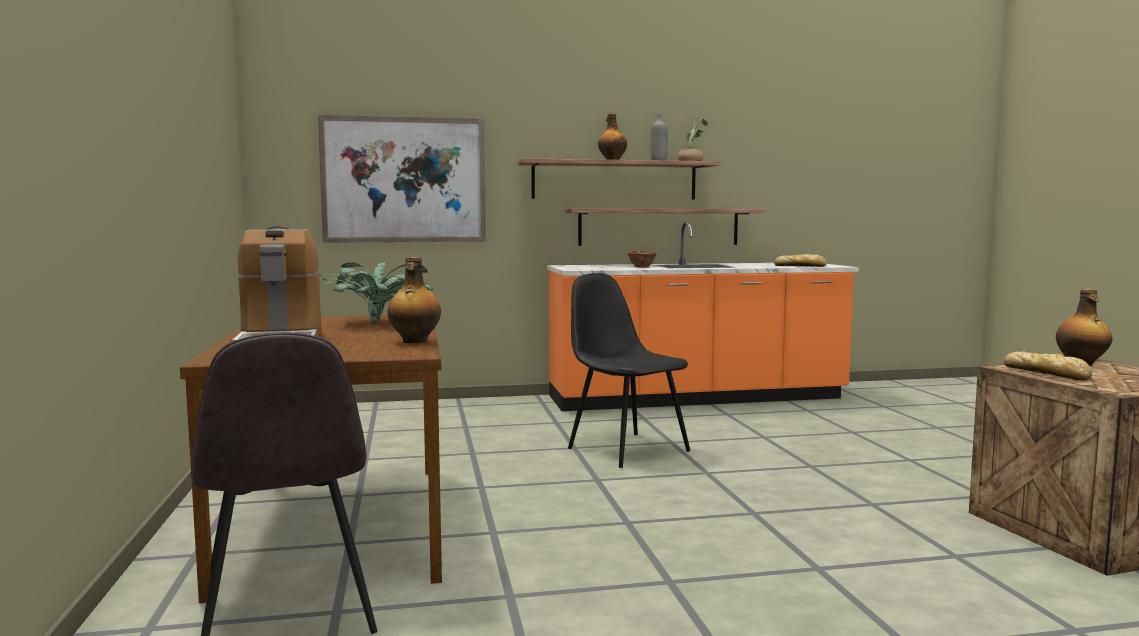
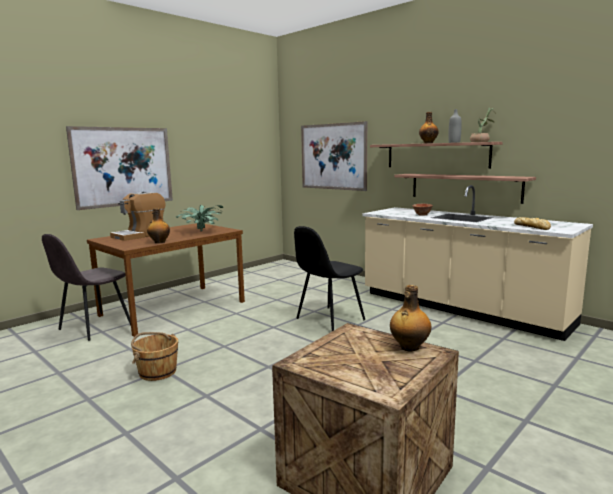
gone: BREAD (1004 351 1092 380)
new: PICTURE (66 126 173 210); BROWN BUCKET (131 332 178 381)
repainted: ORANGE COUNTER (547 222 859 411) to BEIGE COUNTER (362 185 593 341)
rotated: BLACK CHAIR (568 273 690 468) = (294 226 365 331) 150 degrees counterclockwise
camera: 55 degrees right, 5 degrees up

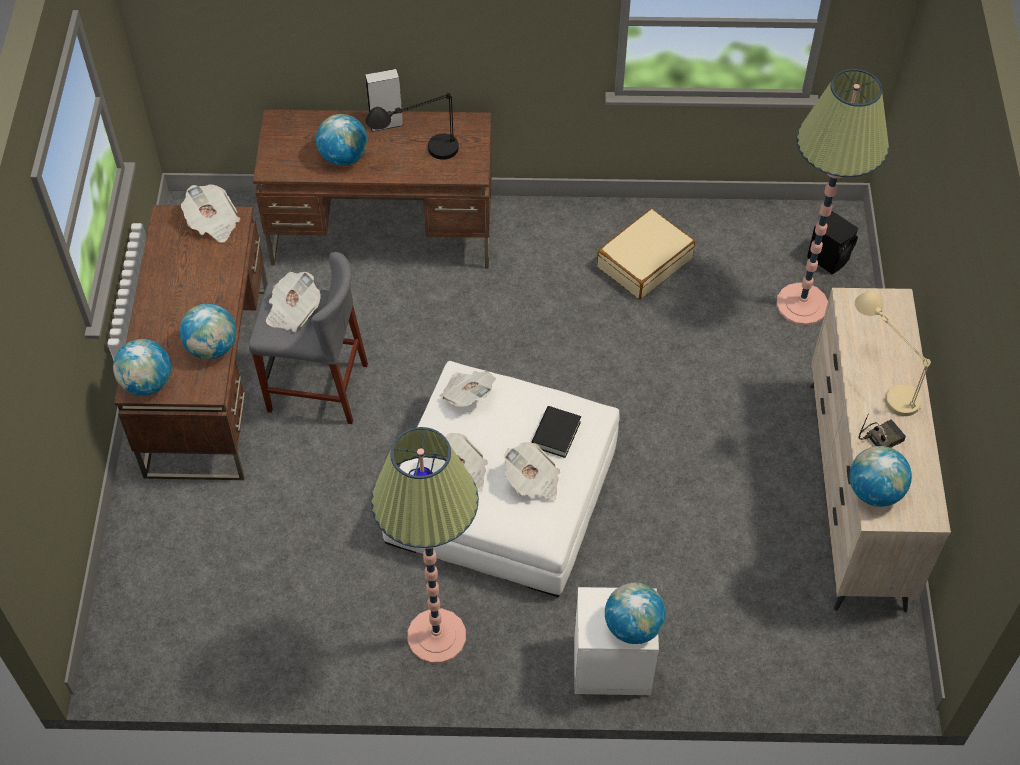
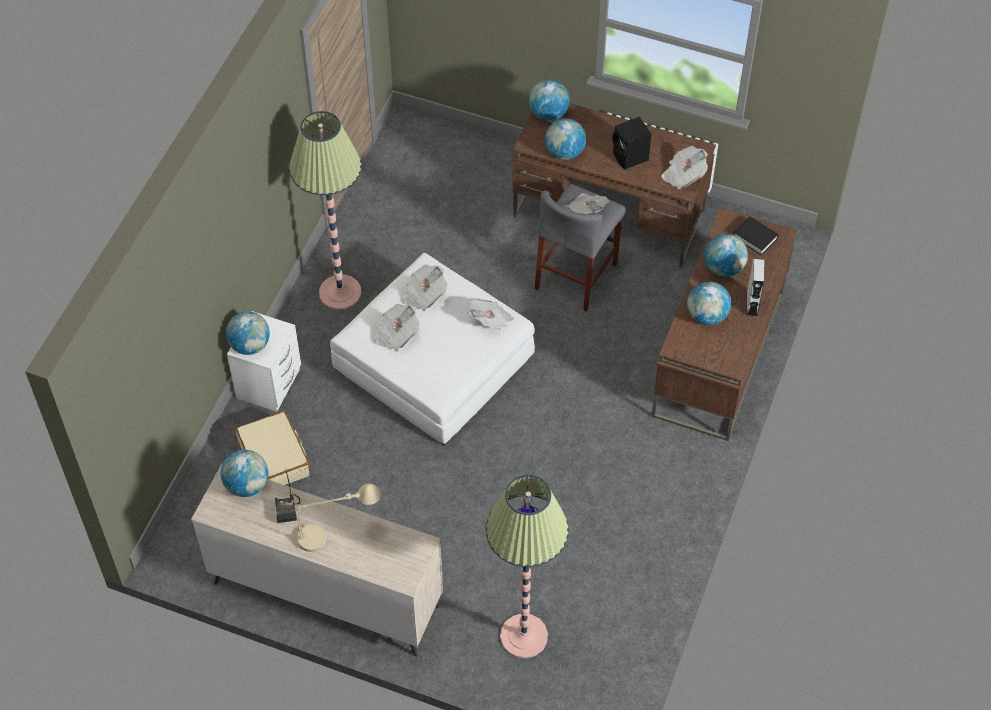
shifted: BLACK BOOK (531 406 581 458) to (734 217 779 255); BEIGE SUITCASE (597 209 695 299) to (235 411 310 485); BLACK SPEAKER (807 211 858 274) to (612 117 651 169)
swapped: BLACK TABLE LAMP (366 93 459 160) to GLOBE (687 281 731 325)
camera: 110 degrees right, 0 degrees up

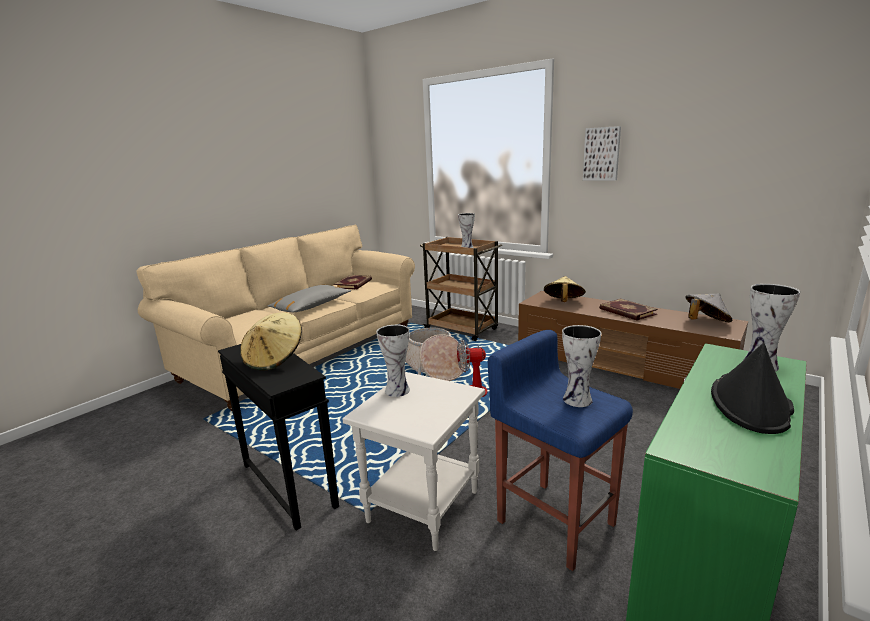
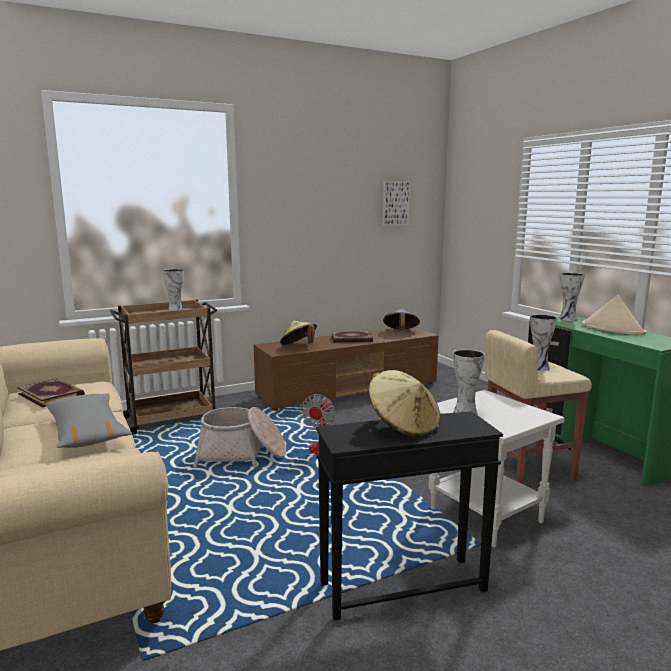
shifted: PICTURE (583 126 621 180) to (382 181 410 226)
repainted: BLUE STOOL (488 330 633 571) to BEIGE STOOL (485 330 592 484); BLACK HAT (711 343 794 434) to BEIGE HAT (582 295 646 335)
camera: 65 degrees left, 5 degrees down

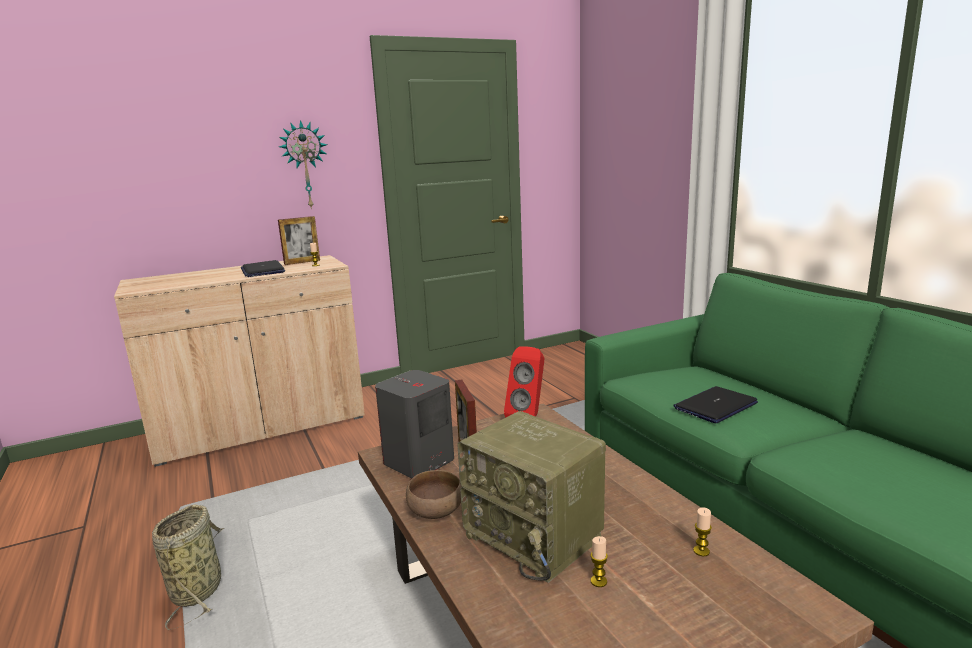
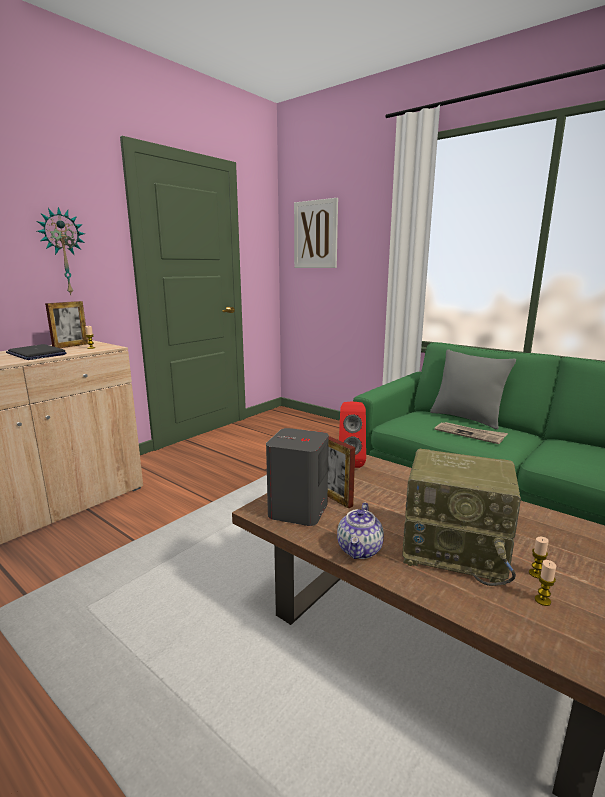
gone: BASKET (152 504 224 630)
new: PICTURE (294 198 338 268); GREY PILLOW (430 349 516 430)
shifted: CANDLE (693 507 712 556) to (535 560 556 606)
swapped: BROWN BOWL (406 470 462 519) to TEAPOT (337 502 384 559); LAPTOP (673 386 758 423) to NEWSPAPER (434 422 508 444)
camera: 25 degrees left, 0 degrees up

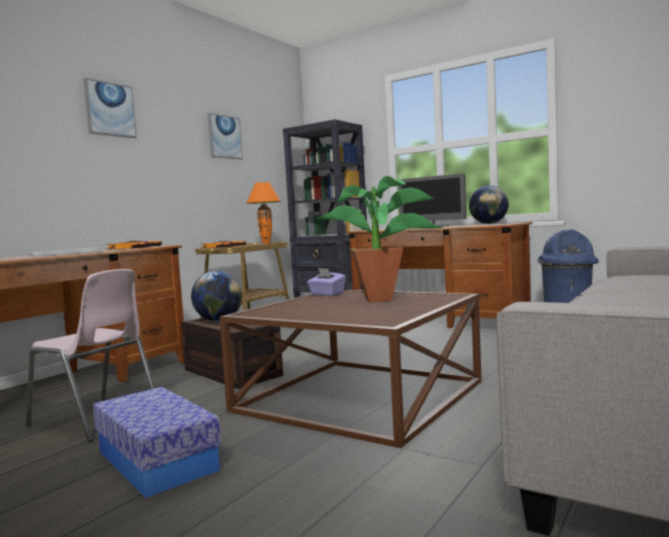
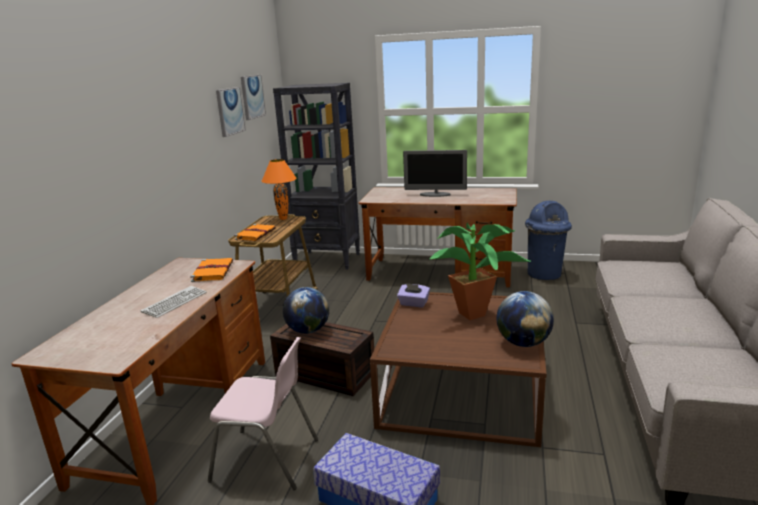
shifted: PICTURE (84 78 137 138) to (241 75 266 120); GLOBE (469 185 509 224) to (497 291 554 347)
camera: 20 degrees left, 15 degrees up

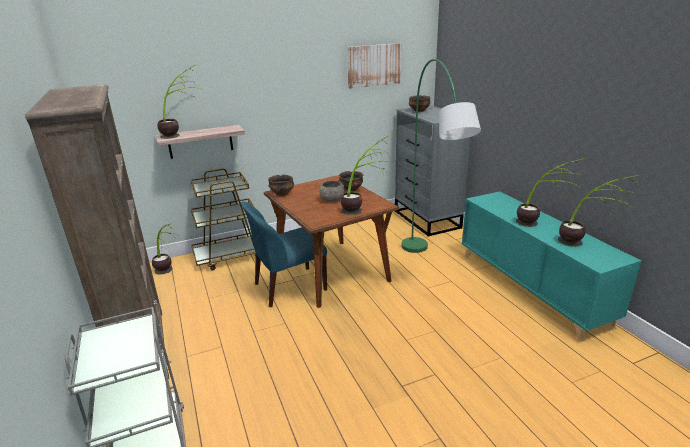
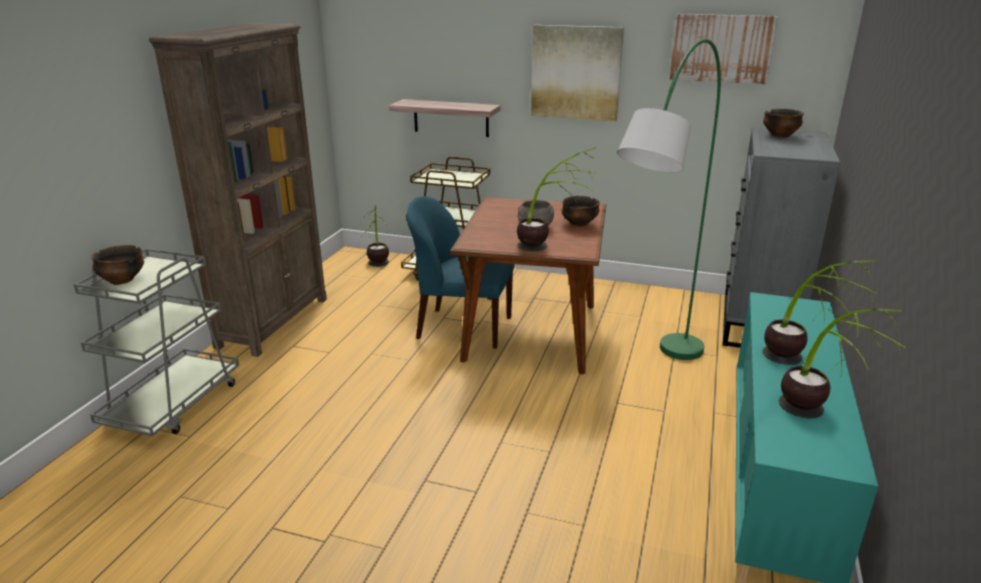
gone: POTTED PLANT (157 65 203 139)
new: PICTURE (531 25 624 121)
shifted: BOWL (268 174 294 196) to (91 245 144 285)
camera: 40 degrees right, 0 degrees up

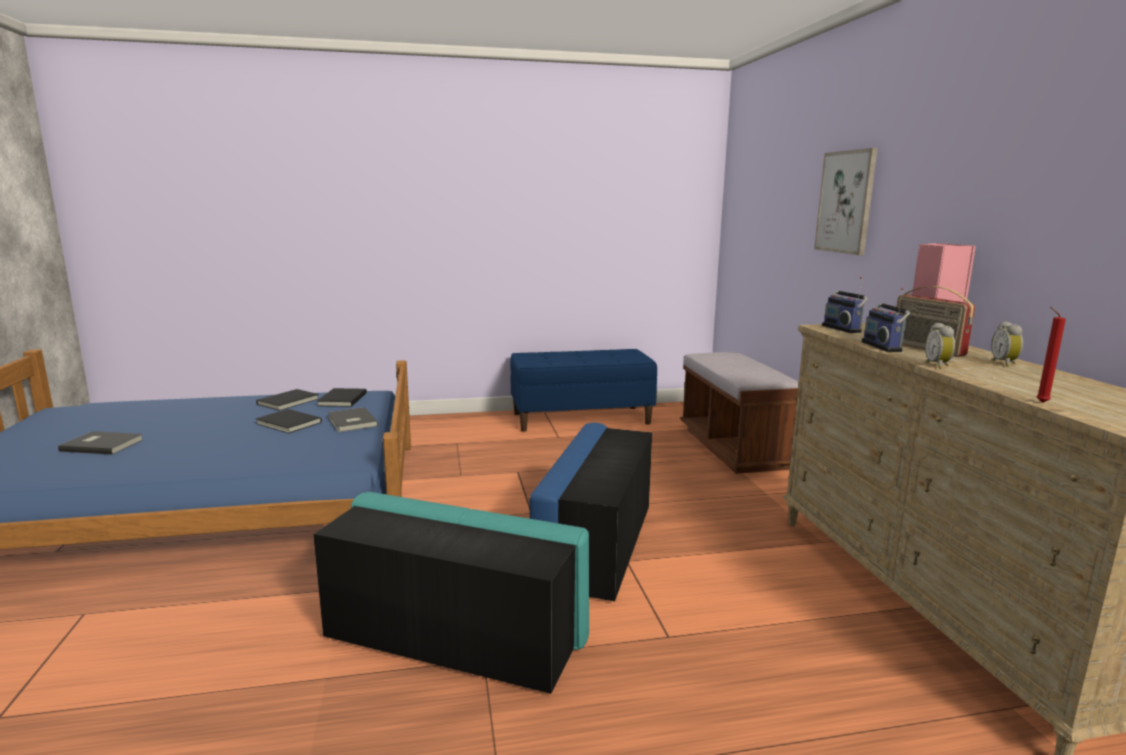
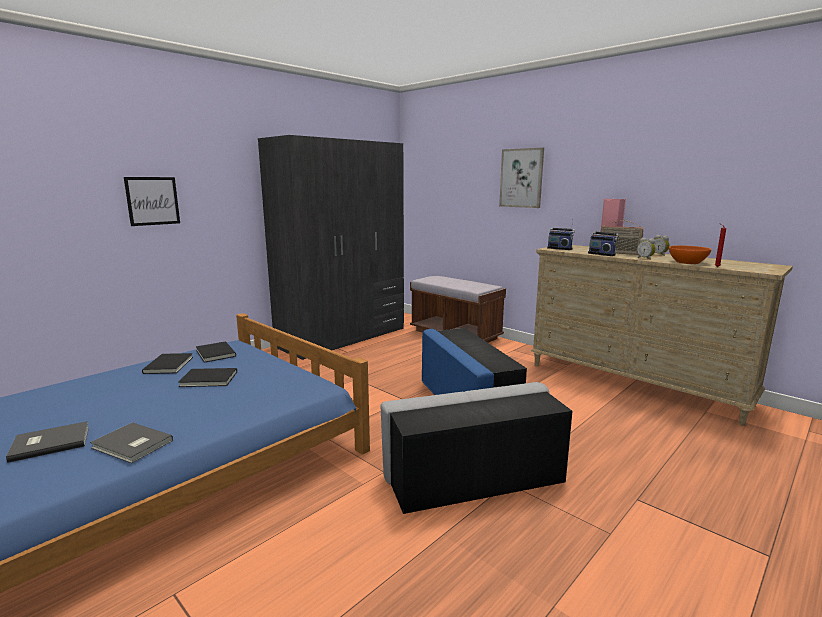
new: PICTURE (124 177 180 226); ORANGE BOWL (669 246 711 264)
shifted: GREY BOOK (328 407 378 432) to (90 422 173 464)
swapped: BLUE BENCH (510 349 657 432) to GREY WARDROBE (258 135 404 360)
repainted: TURQUOISE OTTOMAN (313 492 589 694) to GREY OTTOMAN (380 382 572 514)
camera: 35 degrees left, 0 degrees up

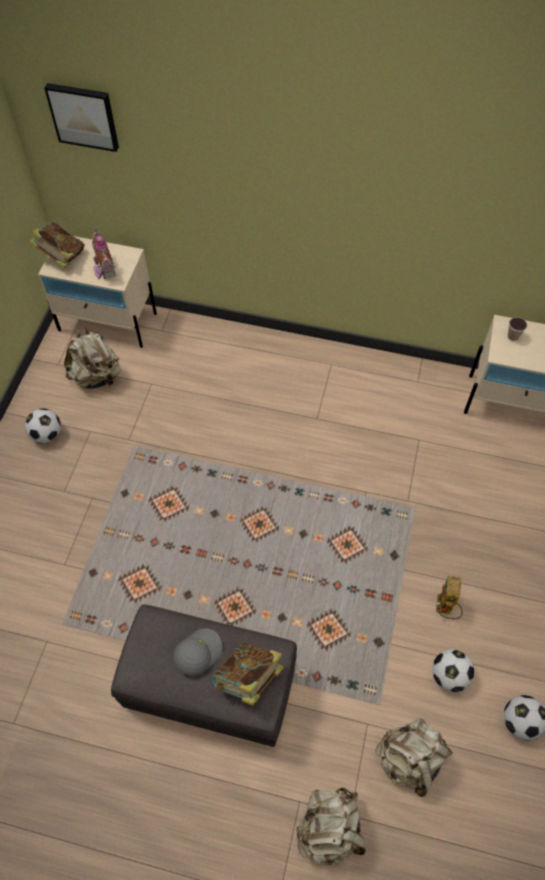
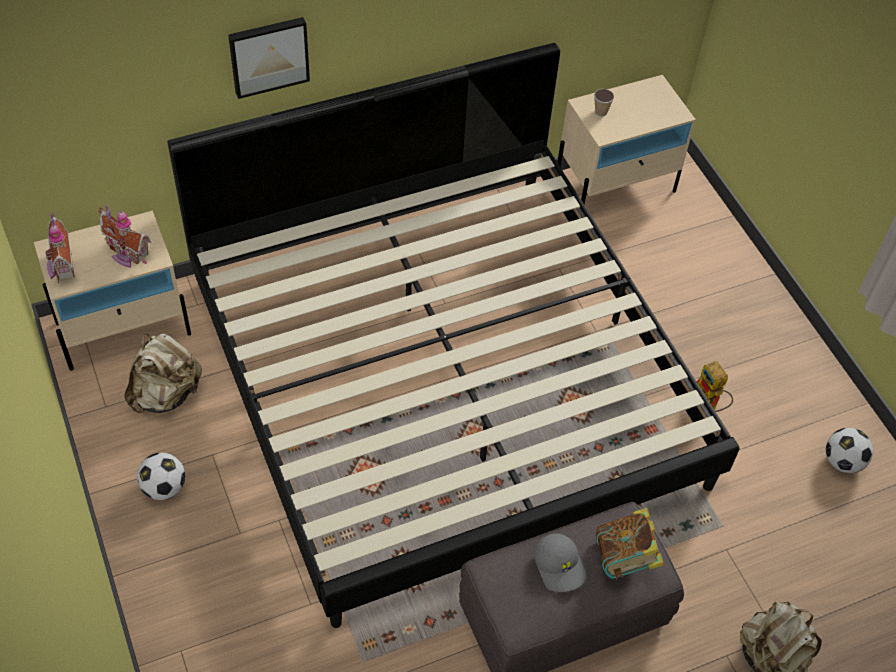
gone: BEIGE BACKPACK (375 719 453 797); FOOTBALL (432 649 474 692)
new: BED (167 43 740 628)
shifted: PICTURE (44 83 119 152) to (228 17 310 99)
swapped: BOOK (28 221 85 268) to TOY HOUSE (45 212 75 283)
rotated: GREY CAP (173 628 223 676) = (534 534 586 592) 150 degrees clockwise
camera: 40 degrees left, 5 degrees down

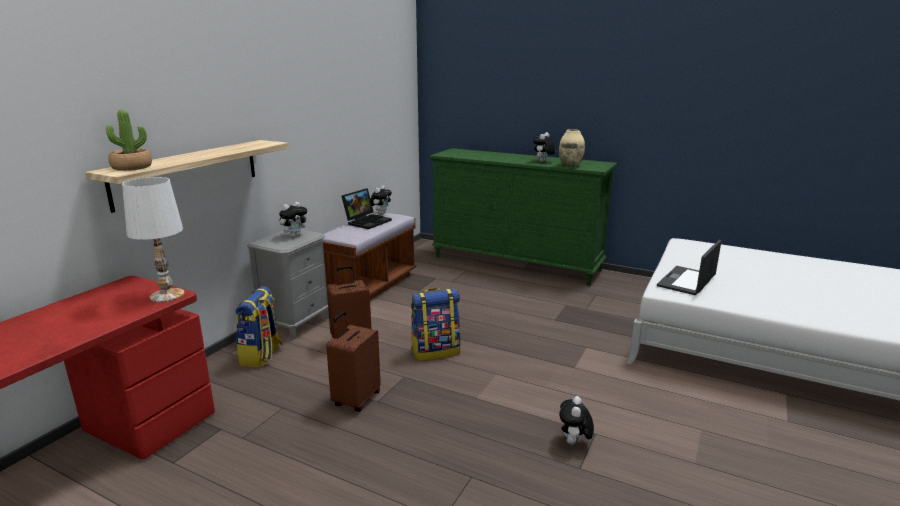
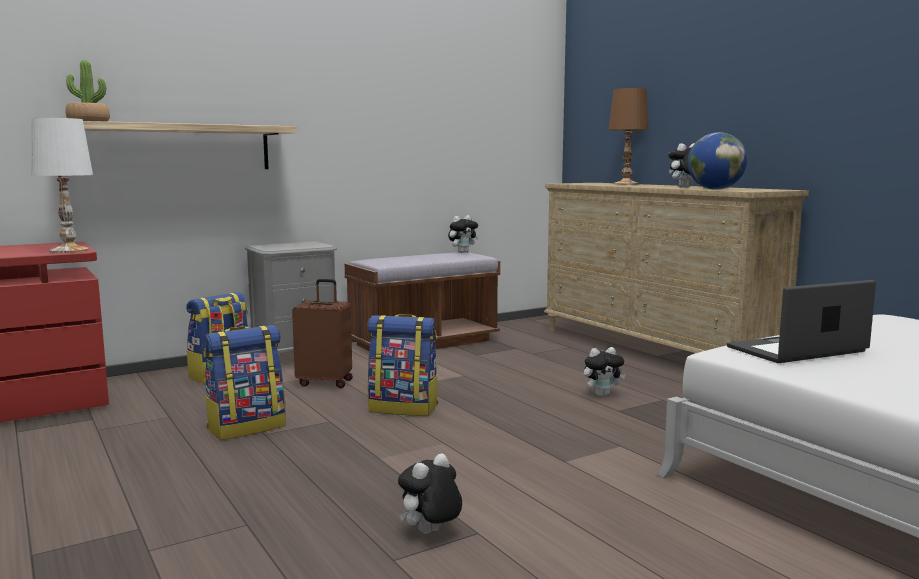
gone: LAPTOP (341 188 392 229)
new: BROWN TABLE LAMP (609 88 649 185)
shifted: PLUSH TOY (279 202 309 237) to (584 347 626 396)
swapped: BROWN SUITCASE (326 311 381 412) to BACKPACK (204 325 286 440); BEIGE VASE (559 129 585 167) to GLOBE (688 132 747 190)
repainted: GREEN DRESSER (430 148 617 286) to BEIGE DRESSER (544 183 809 353)
camera: 30 degrees right, 10 degrees down

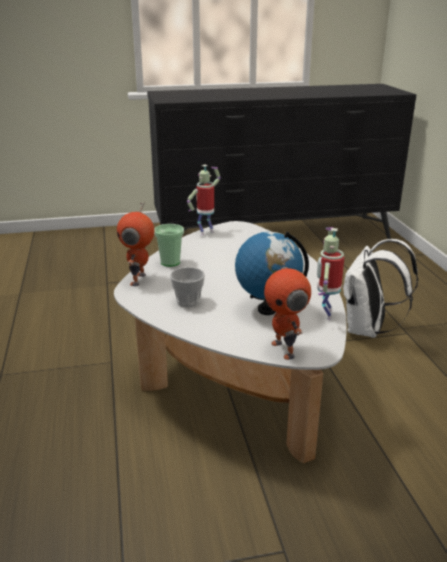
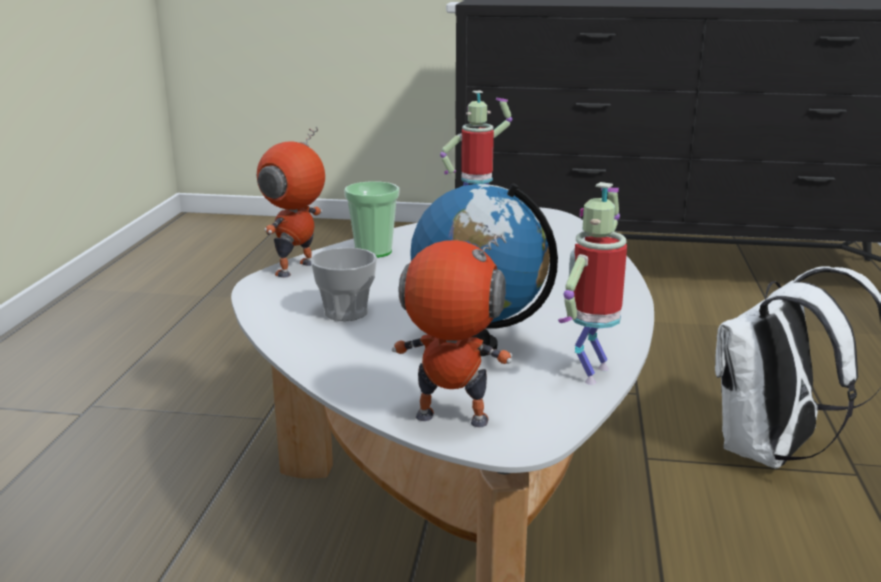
rotated: TOY ROBOT (264 254 311 360) = (392 234 512 427) 105 degrees clockwise
camera: 20 degrees right, 5 degrees down

